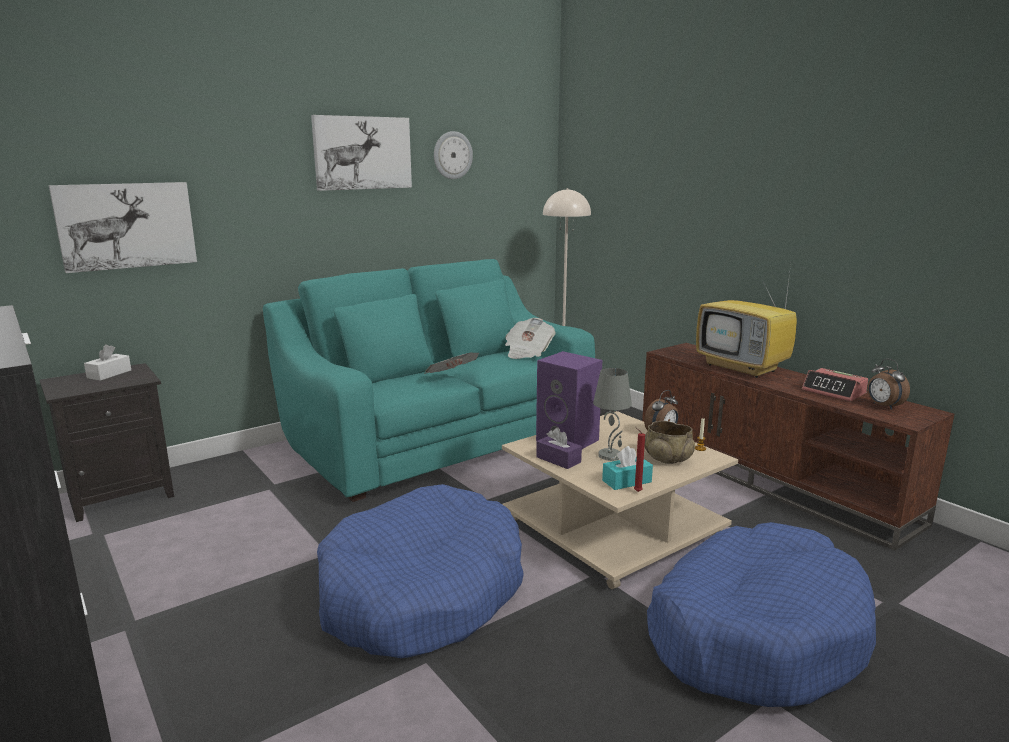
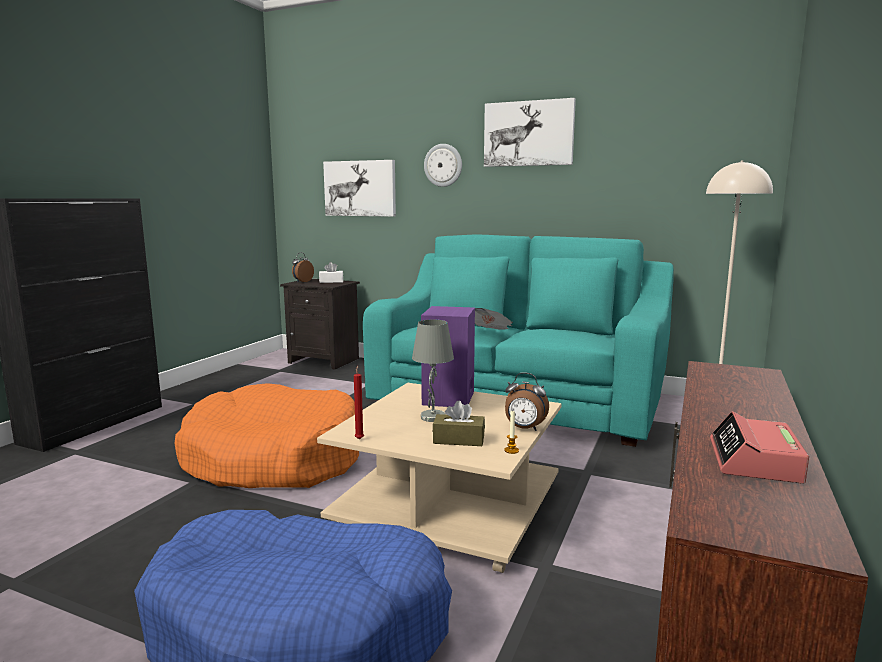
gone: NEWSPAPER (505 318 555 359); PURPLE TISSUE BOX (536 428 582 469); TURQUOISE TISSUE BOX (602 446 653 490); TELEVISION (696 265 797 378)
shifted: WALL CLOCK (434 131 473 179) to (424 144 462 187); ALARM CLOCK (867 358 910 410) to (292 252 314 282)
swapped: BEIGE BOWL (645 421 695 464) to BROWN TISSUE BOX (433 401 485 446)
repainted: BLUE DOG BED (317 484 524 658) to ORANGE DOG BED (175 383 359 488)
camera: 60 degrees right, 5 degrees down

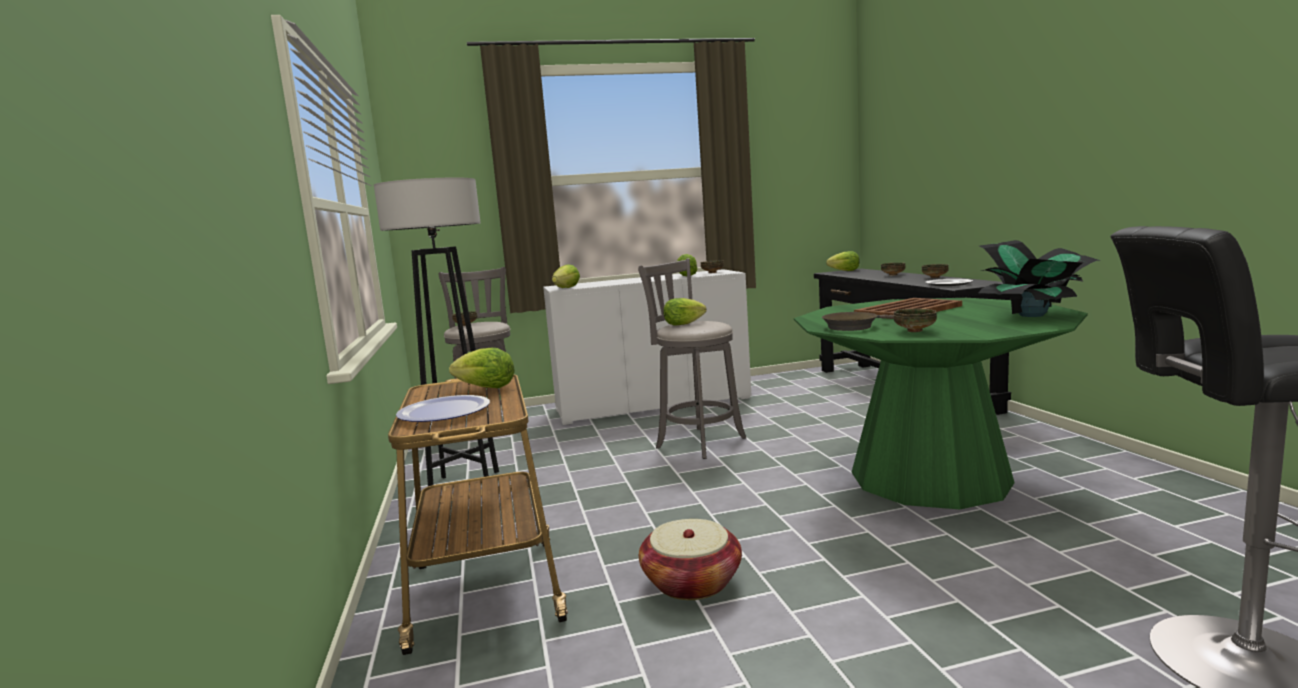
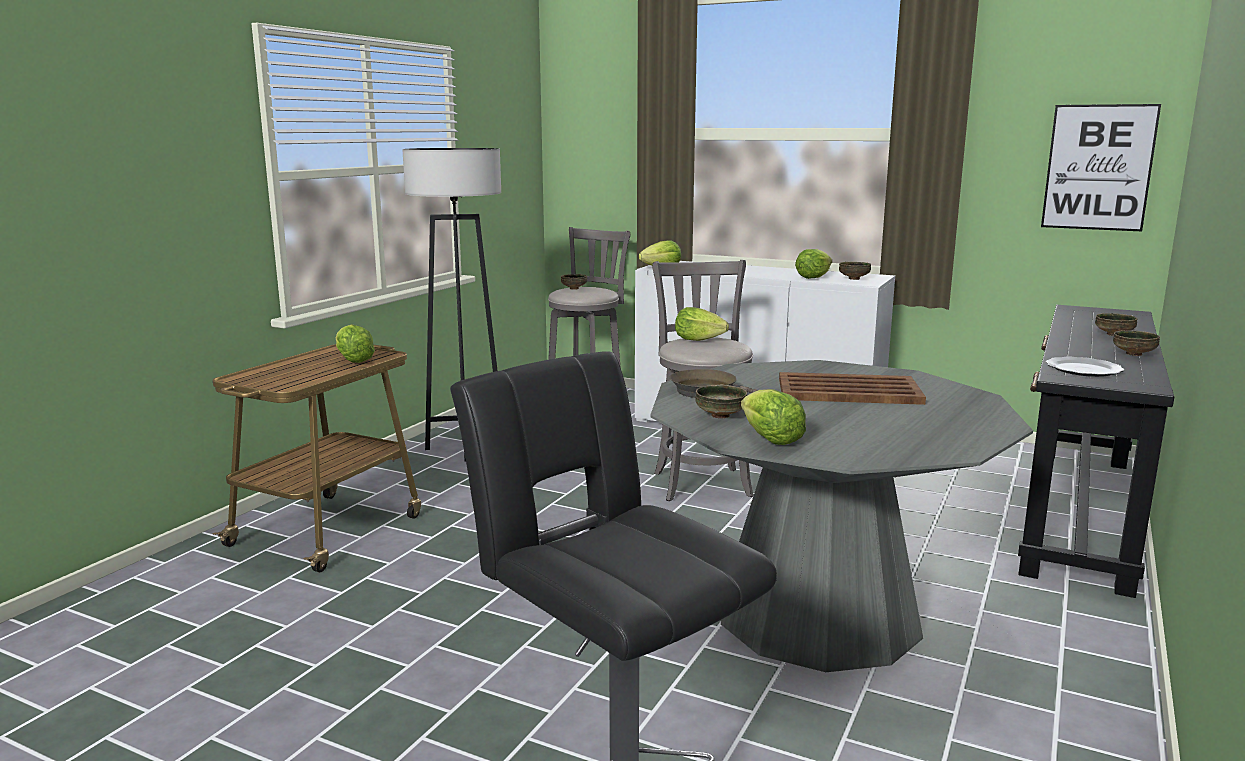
gone: PLATE (396 395 490 422); BASKET (639 519 742 600); POTTED PLANT (979 240 1101 317)
new: PICTURE (1041 104 1161 231)
shifted: LETTUCE (826 251 860 271) to (741 389 806 445)
repainted: GREEN DINING TABLE (794 298 1088 509) to GREY DINING TABLE (650 360 1033 672)
camera: 40 degrees right, 5 degrees up

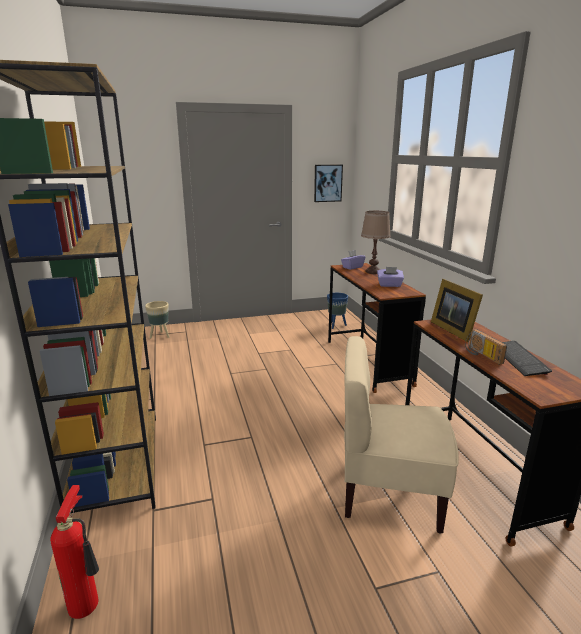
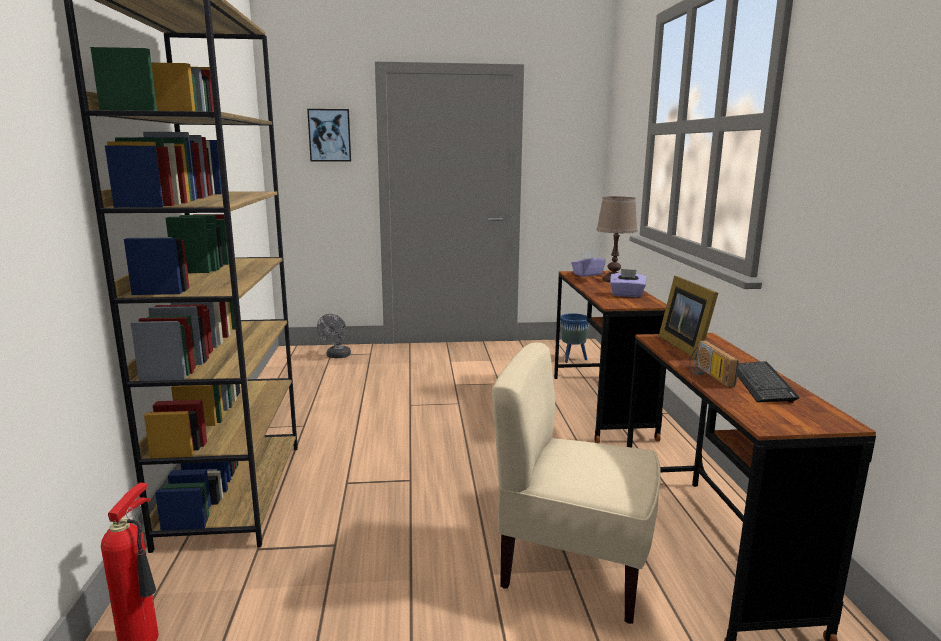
shifted: PICTURE (314 165 343 202) to (307 109 351 162)
swapped: BEIGE PLANTER (145 301 169 339) to GREY FAN (317 314 351 358)
camera: 10 degrees right, 5 degrees down

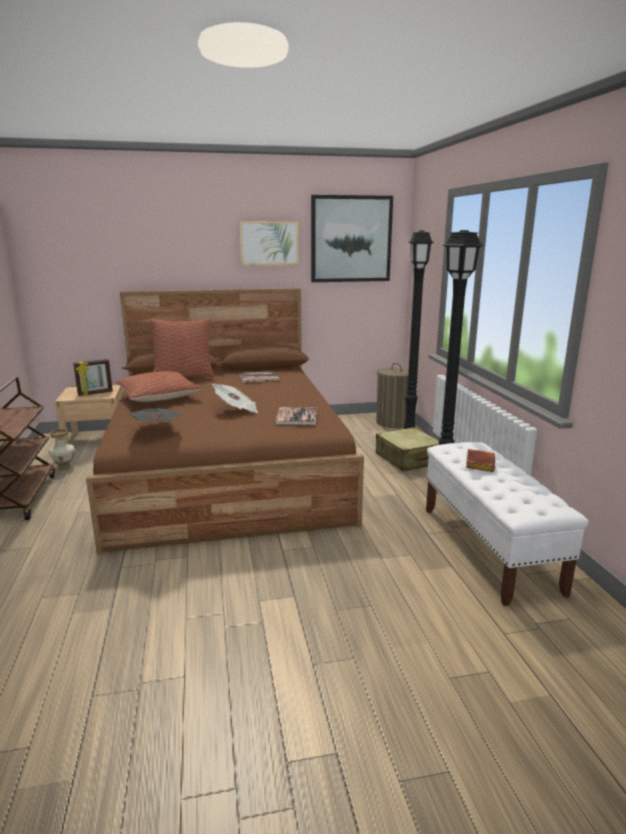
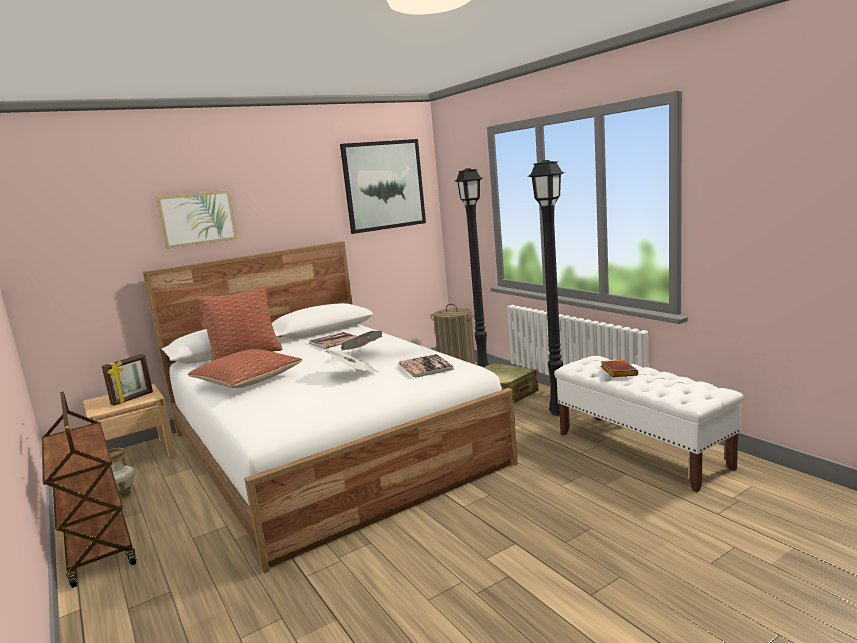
shifted: NEWSPAPER (128 408 181 421) to (341 331 382 350); PICTURE (239 221 299 266) to (156 190 238 249)
repainted: BROWN BED (86 288 364 555) to WHITE BED (143 241 518 573)
camera: 20 degrees left, 5 degrees down

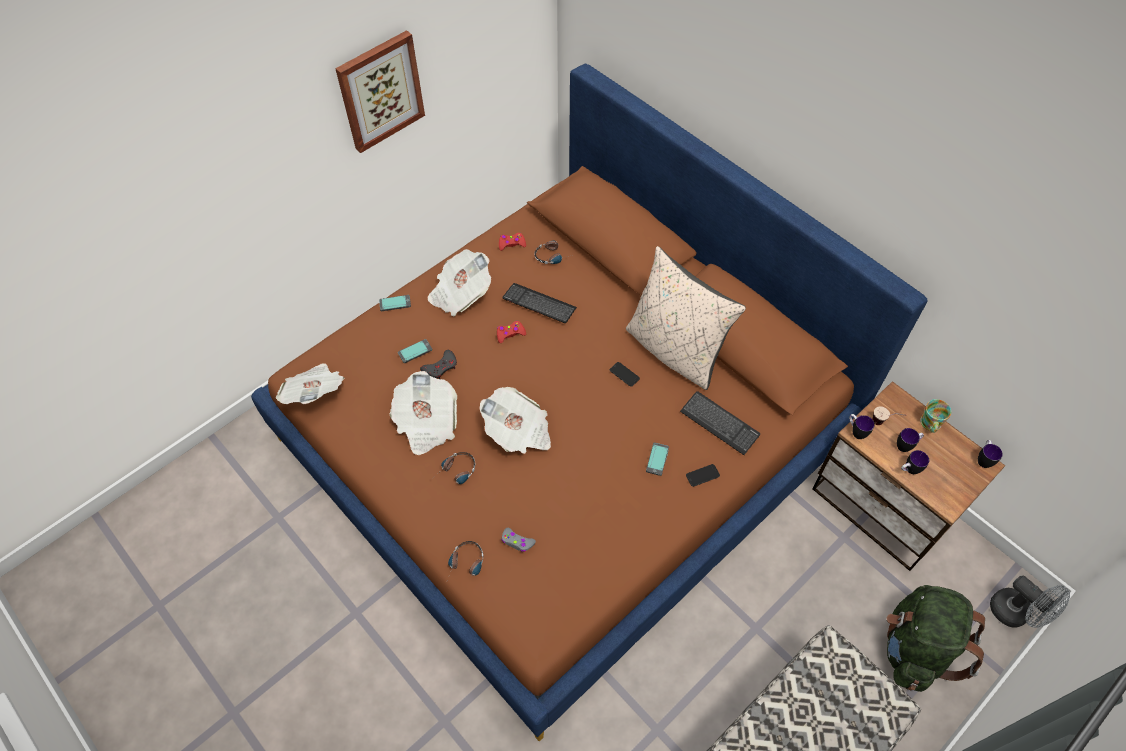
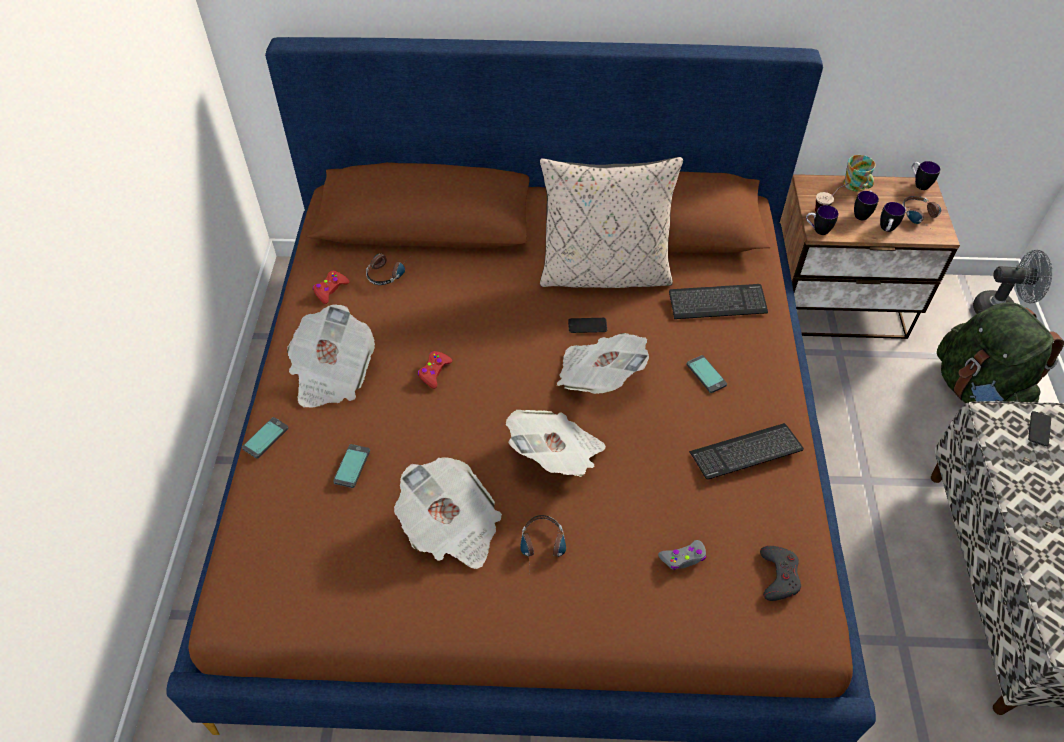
gone: PICTURE (335 30 425 153)
shifted: NEWSPAPER (276 363 345 404) to (557 333 649 394); GREY GAME CONTROLLER (420 350 457 379) to (760 546 801 601); HEADPHONES (446 541 484 583) to (903 196 941 227); KEYBOARD (502 283 577 323) to (689 423 804 479); PHONE (686 464 720 487) to (1028 411 1051 446)
camera: 45 degrees left, 5 degrees down

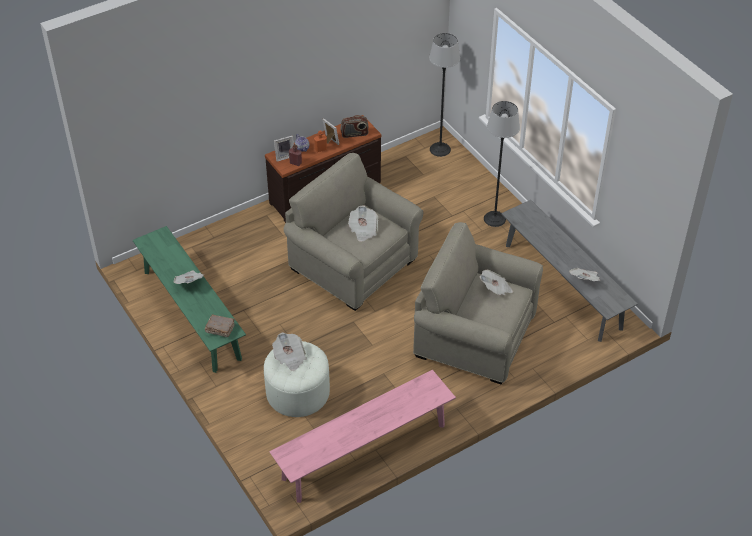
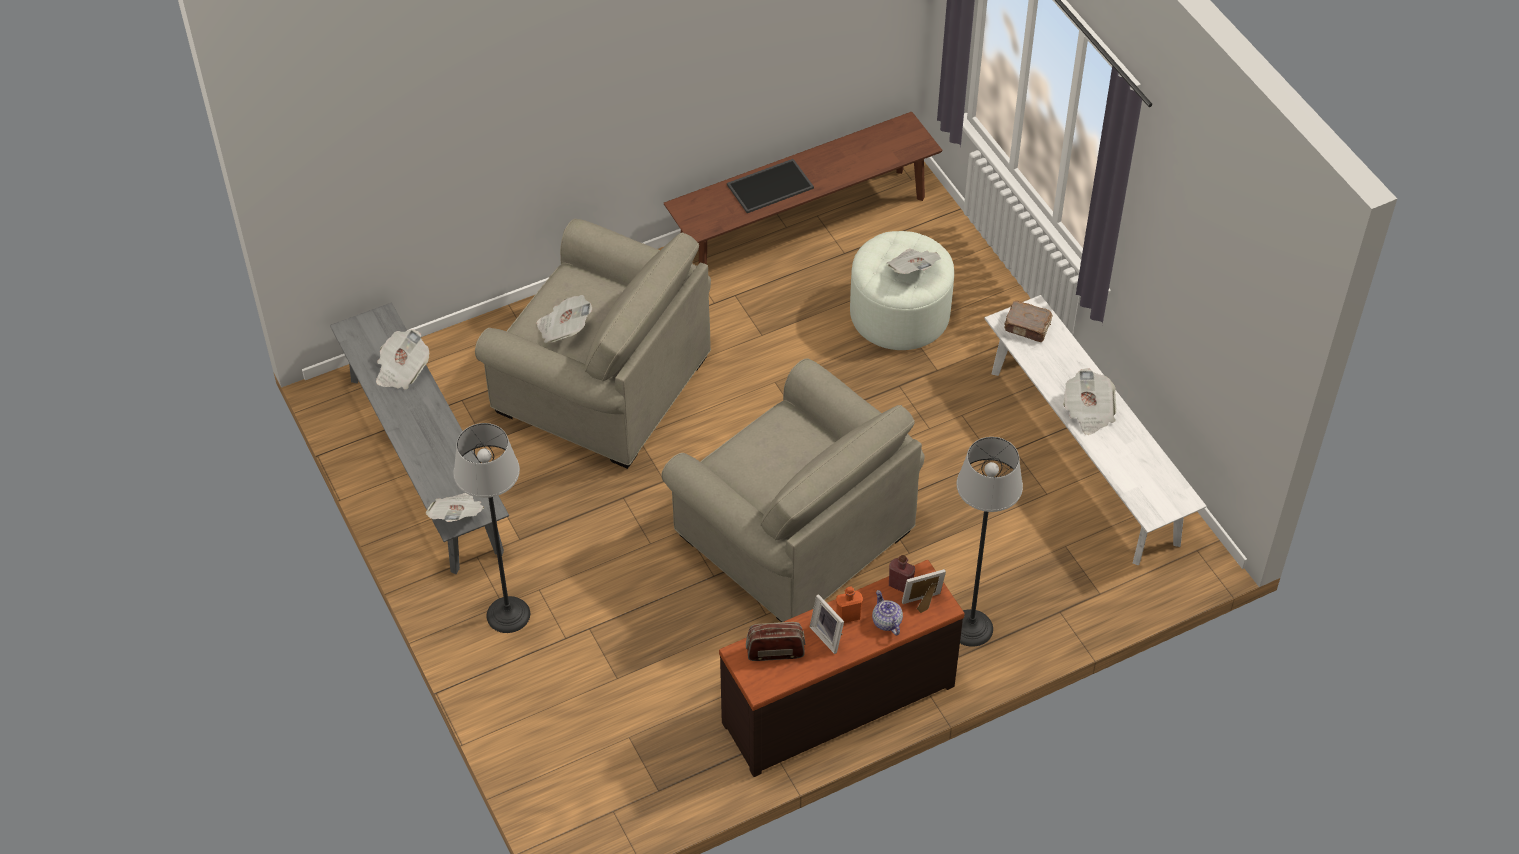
new: TRAY (727 159 814 213)
shifted: NEWSPAPER (348 206 378 242) to (426 493 484 522); FLOOR LAMP (429 33 460 157) to (957 437 1023 647)
repainted: GREEN BENCH (133 226 246 373) to WHITE BENCH (985 295 1207 566); PINK BENCH (269 370 456 503) to BROWN BENCH (664 112 942 264)
camera: 175 degrees left, 5 degrees up

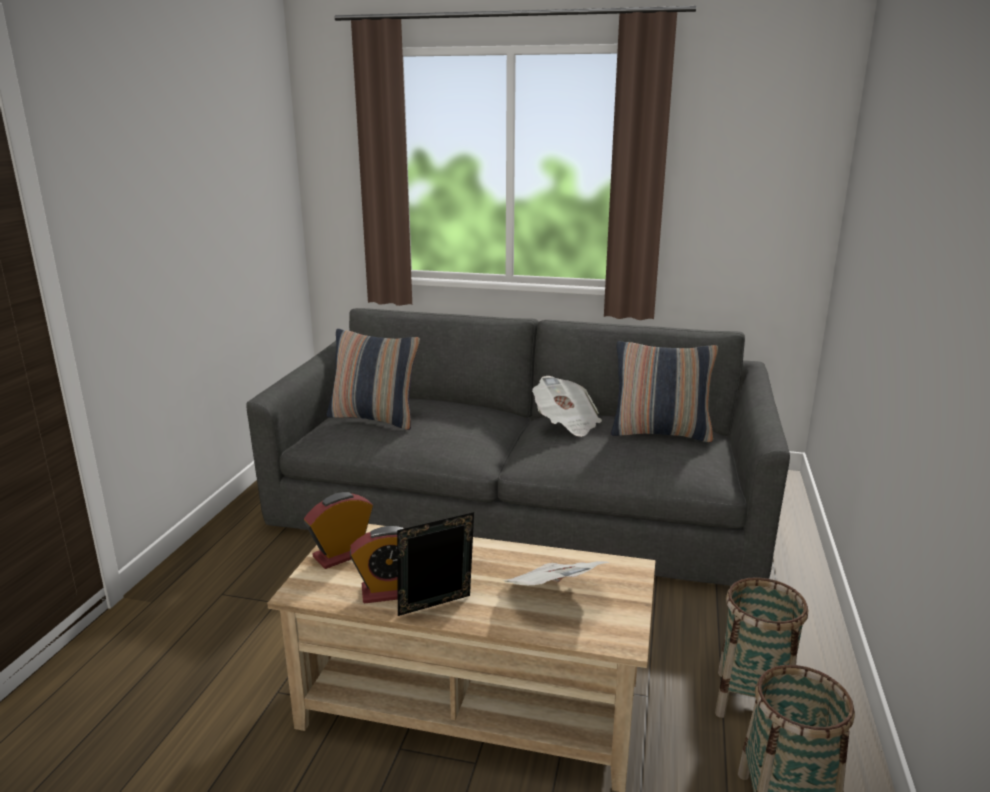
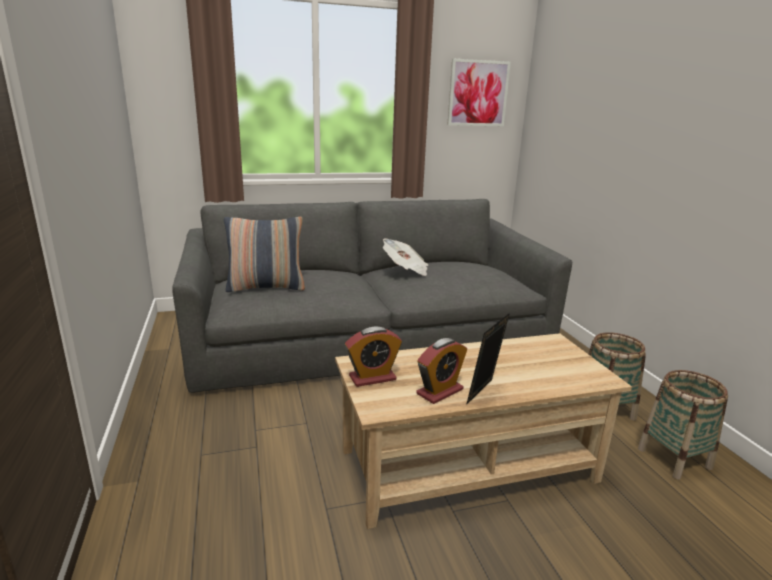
gone: NEWSPAPER (503 561 609 585); PILLOW (611 341 718 442)
new: PICTURE (447 59 511 126)
rotated: ALARM CLOCK (304 492 373 569) = (345 327 402 387) 135 degrees counterclockwise
camera: 30 degrees left, 0 degrees up

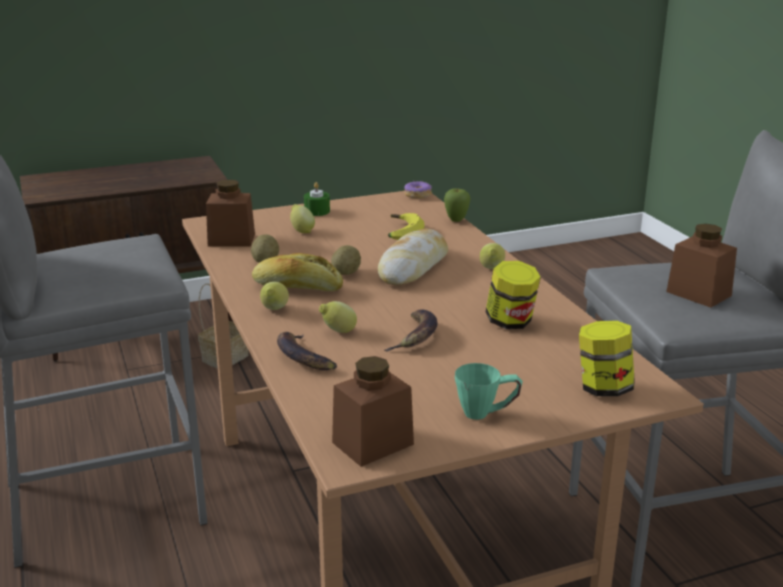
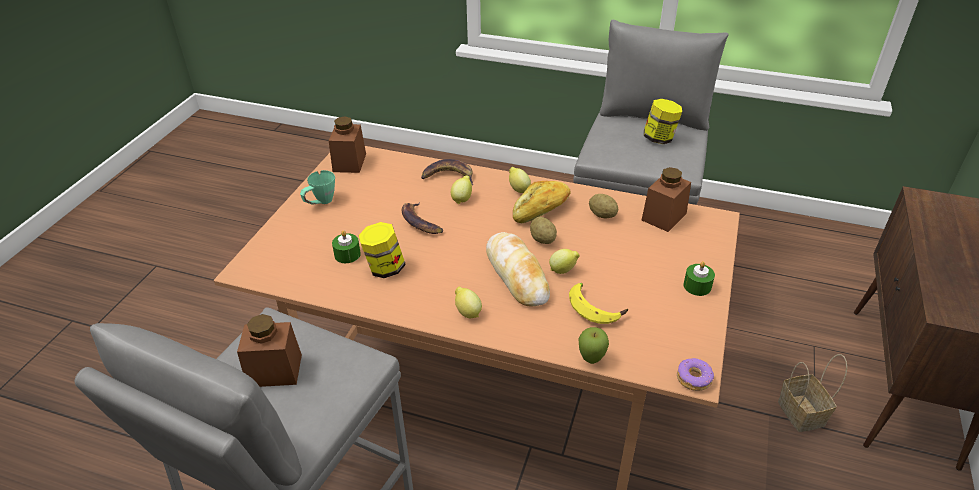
new: GREEN CANDLE (332 230 361 263)
shifted: LEMON (290 204 315 233) to (549 249 580 274); JAR (579 321 635 396) to (644 99 682 144)
camera: 130 degrees right, 15 degrees up

